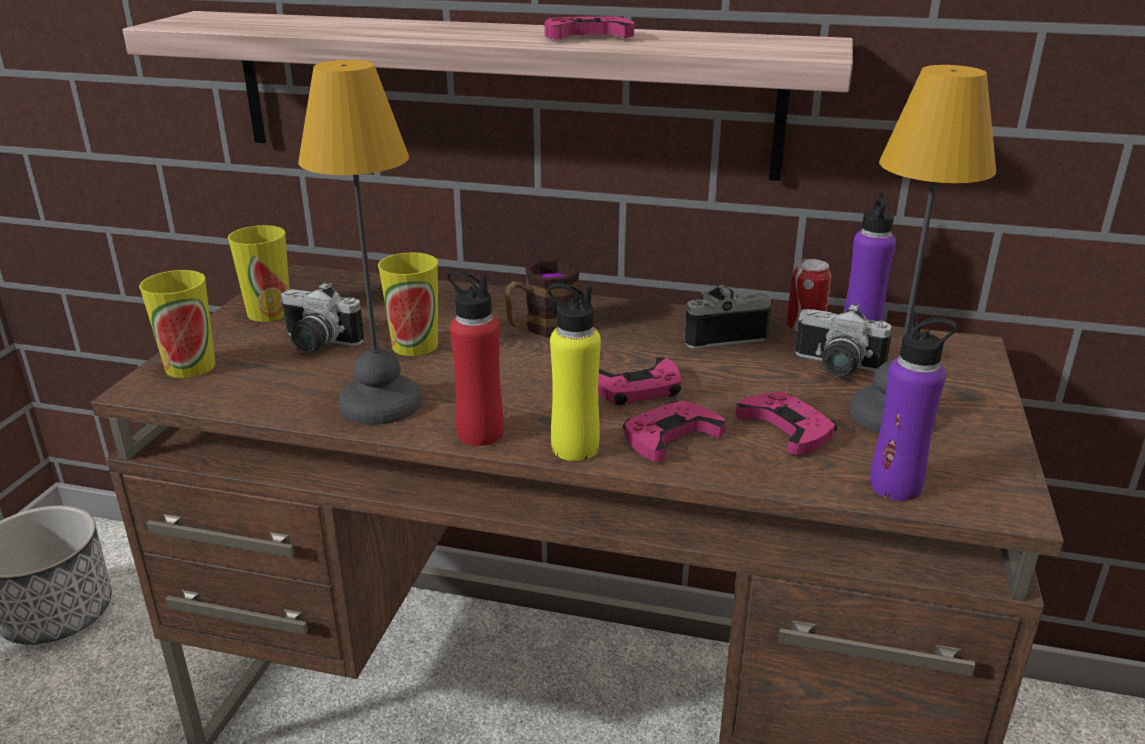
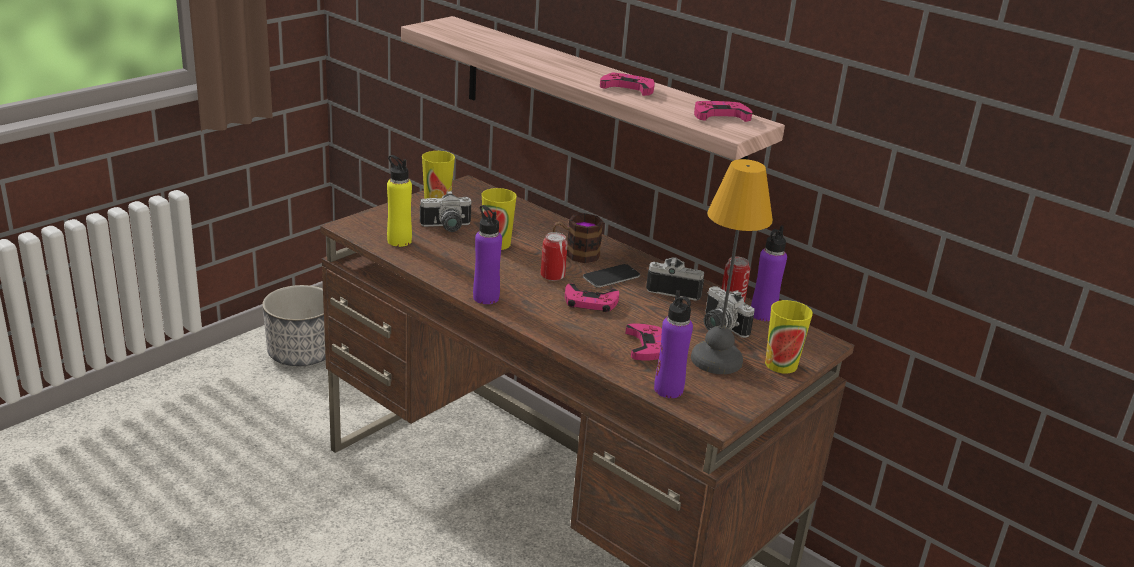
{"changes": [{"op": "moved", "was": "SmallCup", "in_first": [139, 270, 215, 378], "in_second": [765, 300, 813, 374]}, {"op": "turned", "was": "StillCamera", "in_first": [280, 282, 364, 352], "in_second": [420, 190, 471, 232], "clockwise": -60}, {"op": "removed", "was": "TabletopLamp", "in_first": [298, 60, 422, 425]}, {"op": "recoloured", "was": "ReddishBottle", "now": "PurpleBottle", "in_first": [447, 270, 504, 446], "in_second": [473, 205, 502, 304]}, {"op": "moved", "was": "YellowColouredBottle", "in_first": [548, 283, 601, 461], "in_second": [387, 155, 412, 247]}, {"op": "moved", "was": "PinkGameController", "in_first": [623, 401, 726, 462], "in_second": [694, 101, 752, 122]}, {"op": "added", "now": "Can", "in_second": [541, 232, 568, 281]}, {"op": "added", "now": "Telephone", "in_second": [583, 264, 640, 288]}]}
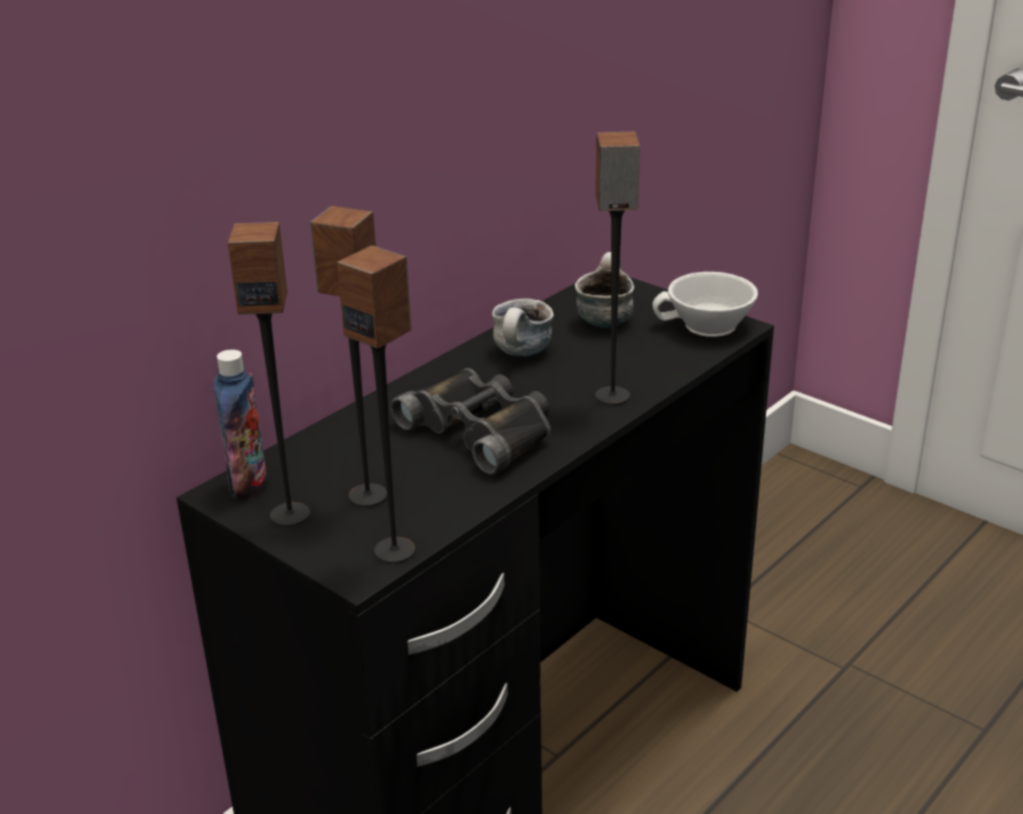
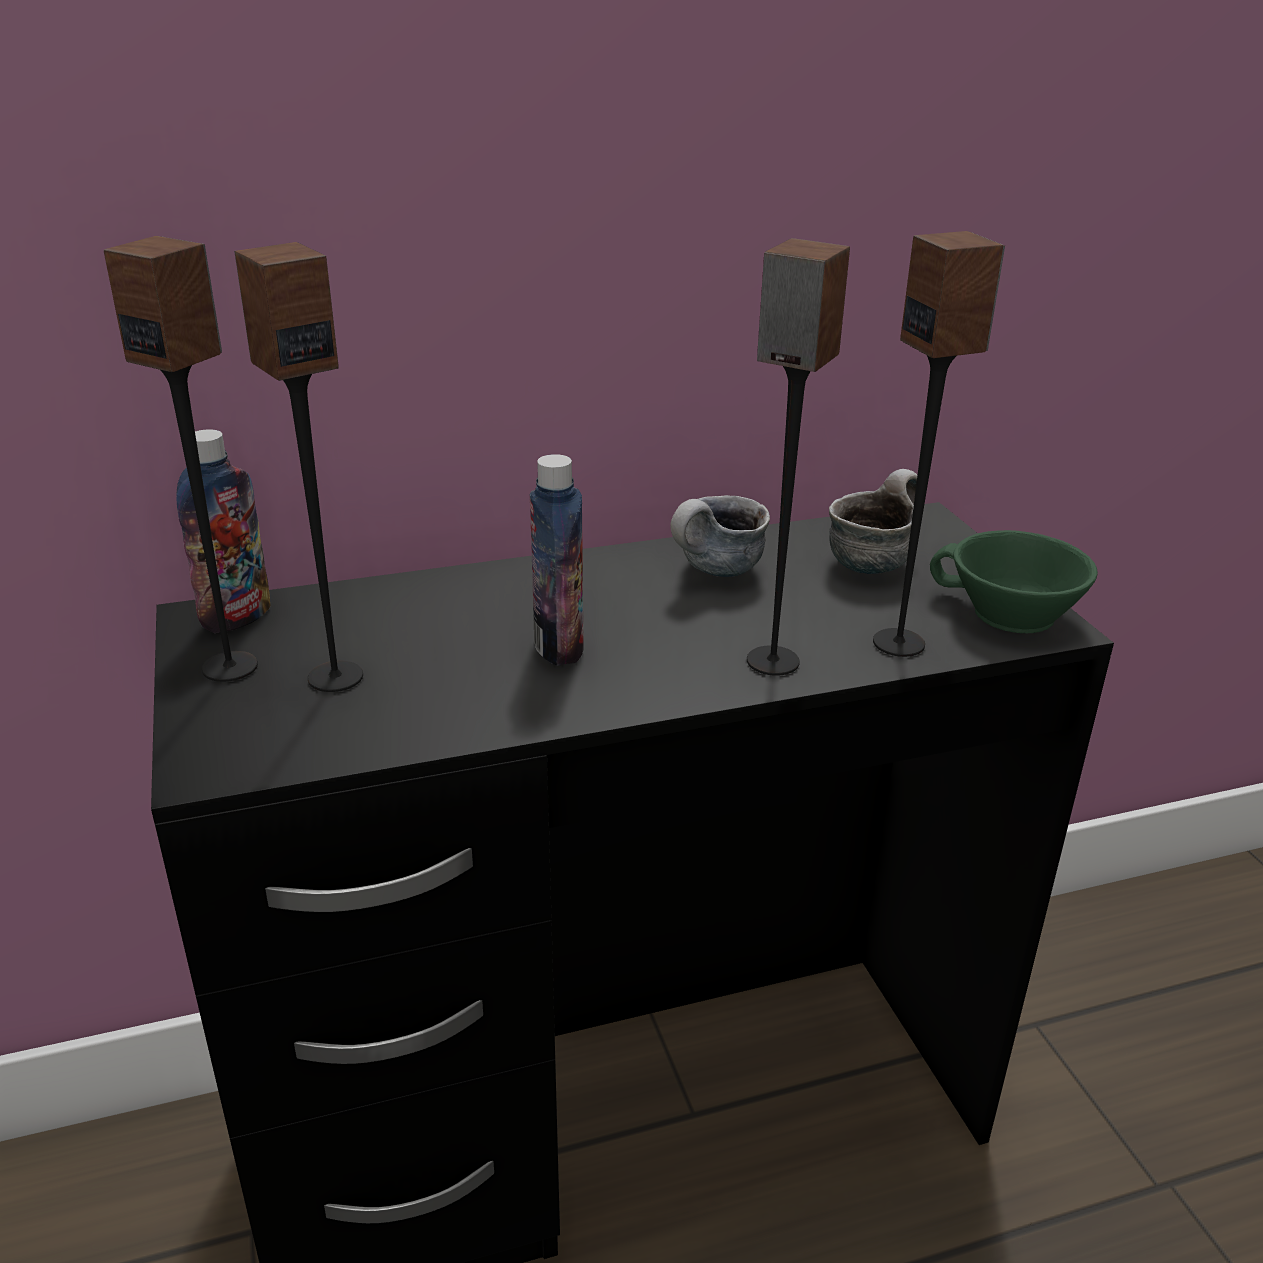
{"changes": [{"op": "moved", "was": "AudioSpeaker", "in_first": [337, 245, 416, 563], "in_second": [873, 231, 1005, 657]}, {"op": "replaced", "was": "BlackPairOfBinoculars", "now": "Bottle", "in_first": [391, 368, 551, 475], "in_second": [530, 454, 584, 666]}, {"op": "recoloured", "was": "WhiteSmallCup", "now": "GreenColouredSmallCup", "in_first": [652, 272, 758, 337], "in_second": [930, 530, 1098, 633]}]}
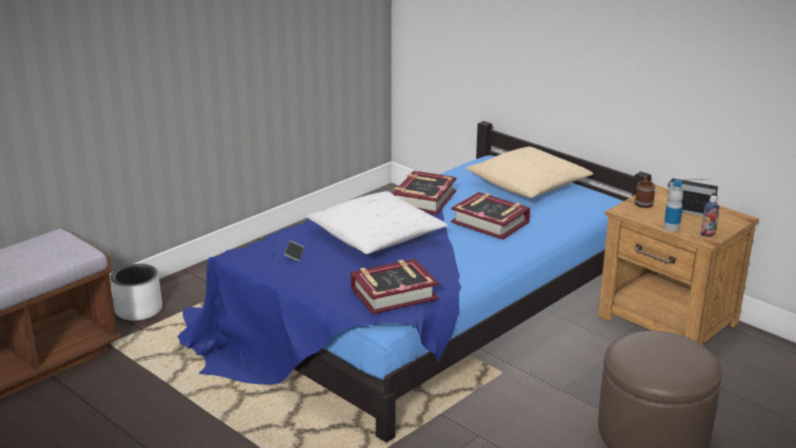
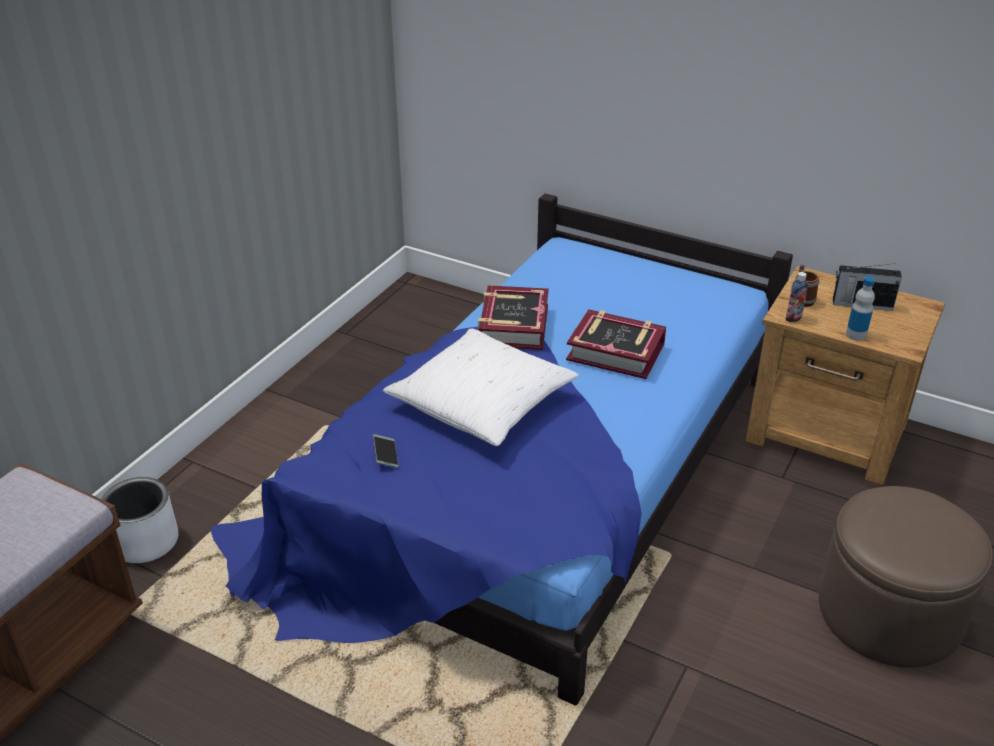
{"changes": [{"op": "removed", "was": "Book", "in_first": [351, 259, 439, 314]}, {"op": "removed", "was": "SandColouredCushion", "in_first": [466, 147, 593, 198]}, {"op": "moved", "was": "Bottle", "in_first": [701, 196, 720, 237], "in_second": [786, 272, 809, 322]}]}
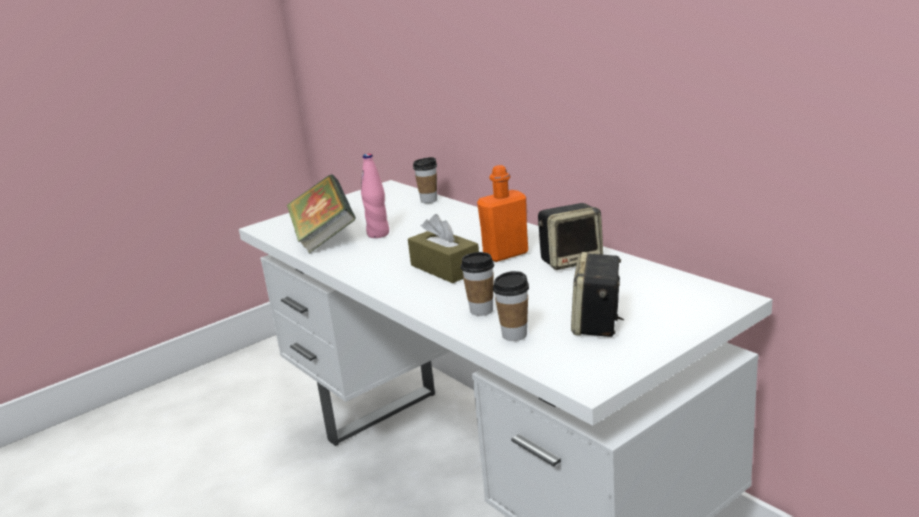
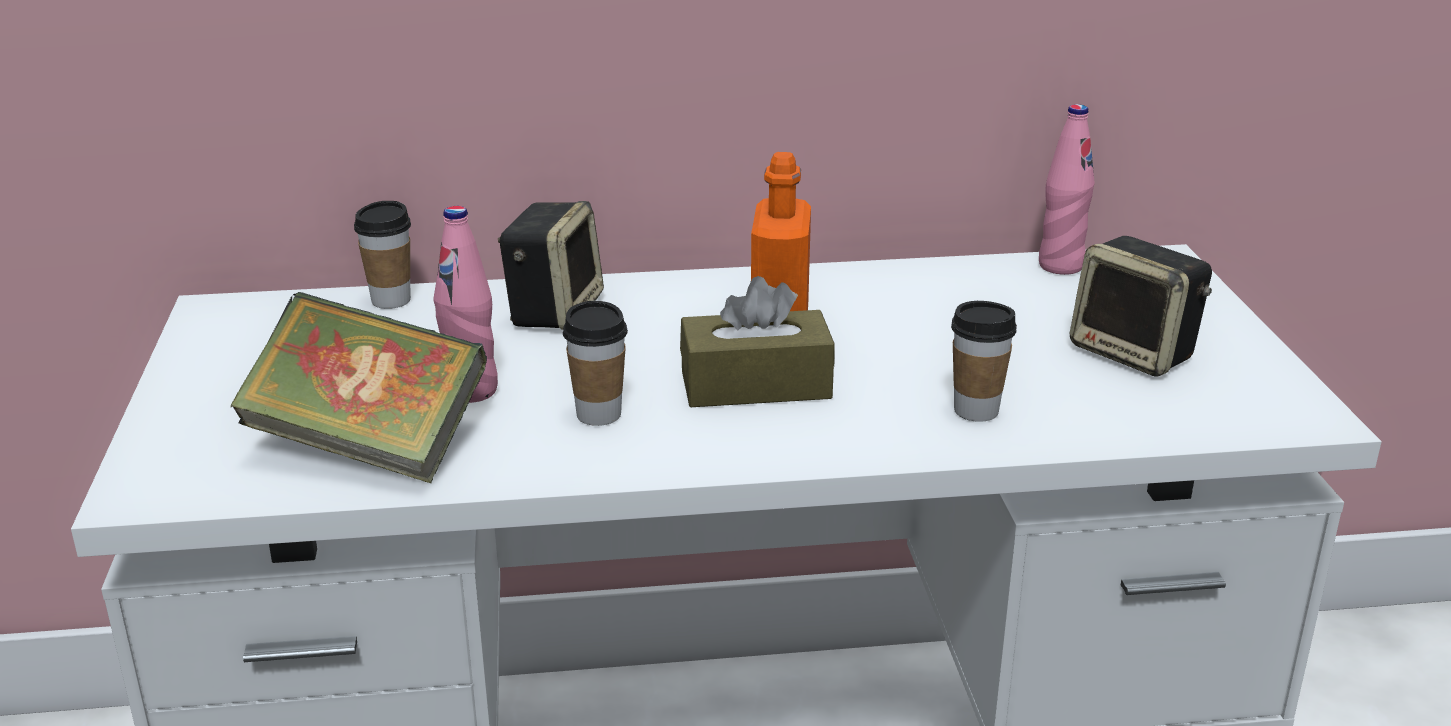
{"changes": [{"op": "moved", "was": "SmallCup", "in_first": [493, 271, 529, 341], "in_second": [563, 301, 628, 426]}, {"op": "moved", "was": "AudioSpeaker", "in_first": [538, 203, 603, 270], "in_second": [498, 201, 604, 330]}, {"op": "added", "now": "PinkBottle", "in_second": [1039, 104, 1095, 275]}]}
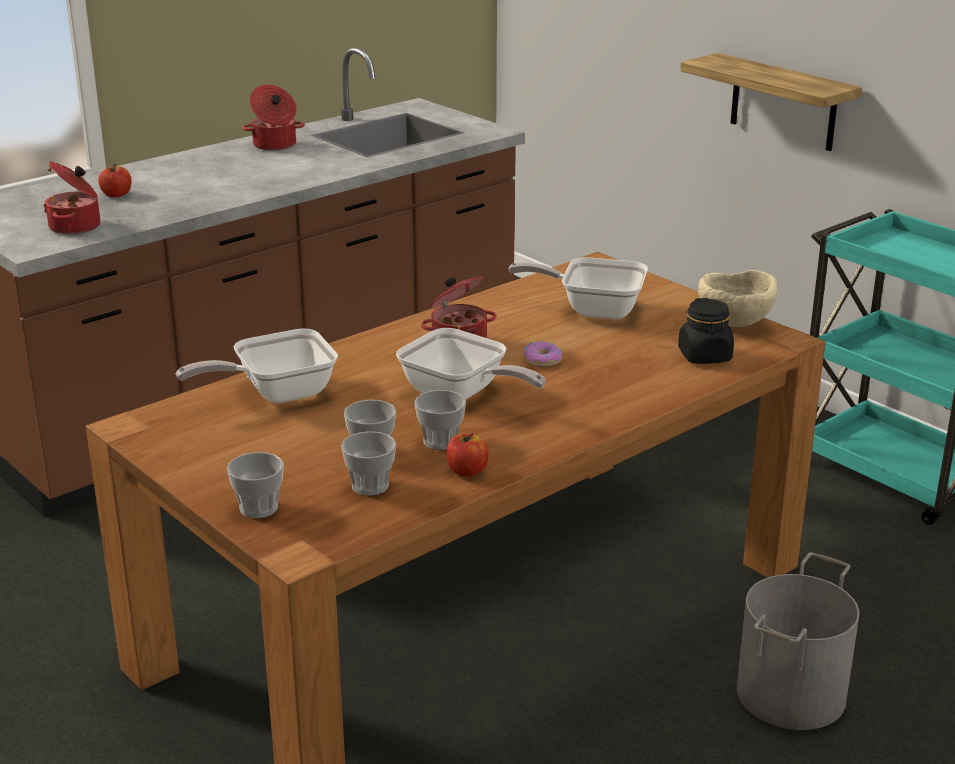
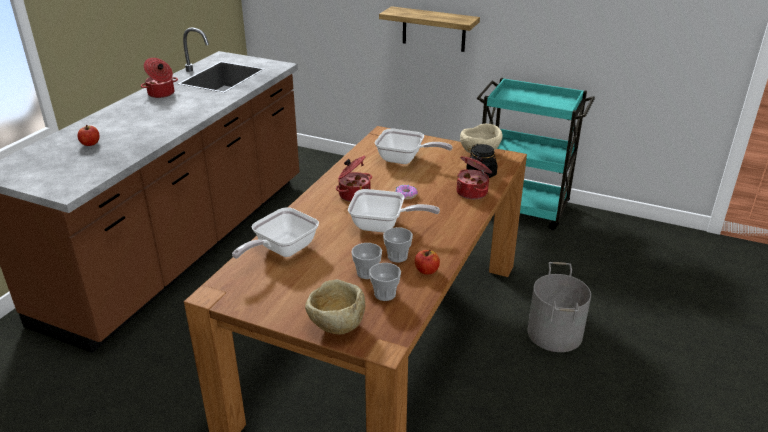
{"changes": [{"op": "moved", "was": "Saucepot", "in_first": [43, 161, 100, 235], "in_second": [457, 156, 492, 199]}, {"op": "replaced", "was": "SmallCup", "now": "SandColouredServingBowl", "in_first": [227, 452, 284, 518], "in_second": [305, 279, 365, 334]}, {"op": "turned", "was": "Pan", "in_first": [509, 257, 648, 319], "in_second": [375, 128, 453, 164], "clockwise": -150}]}
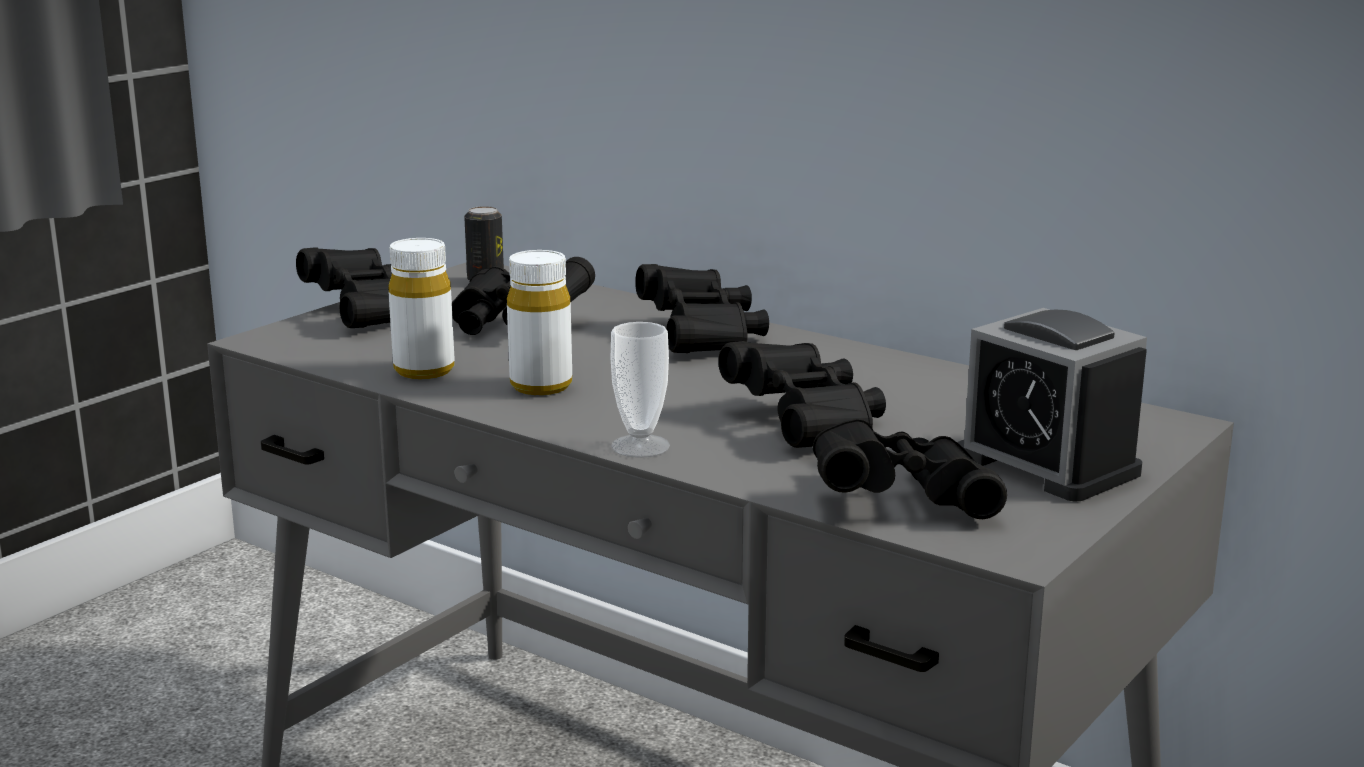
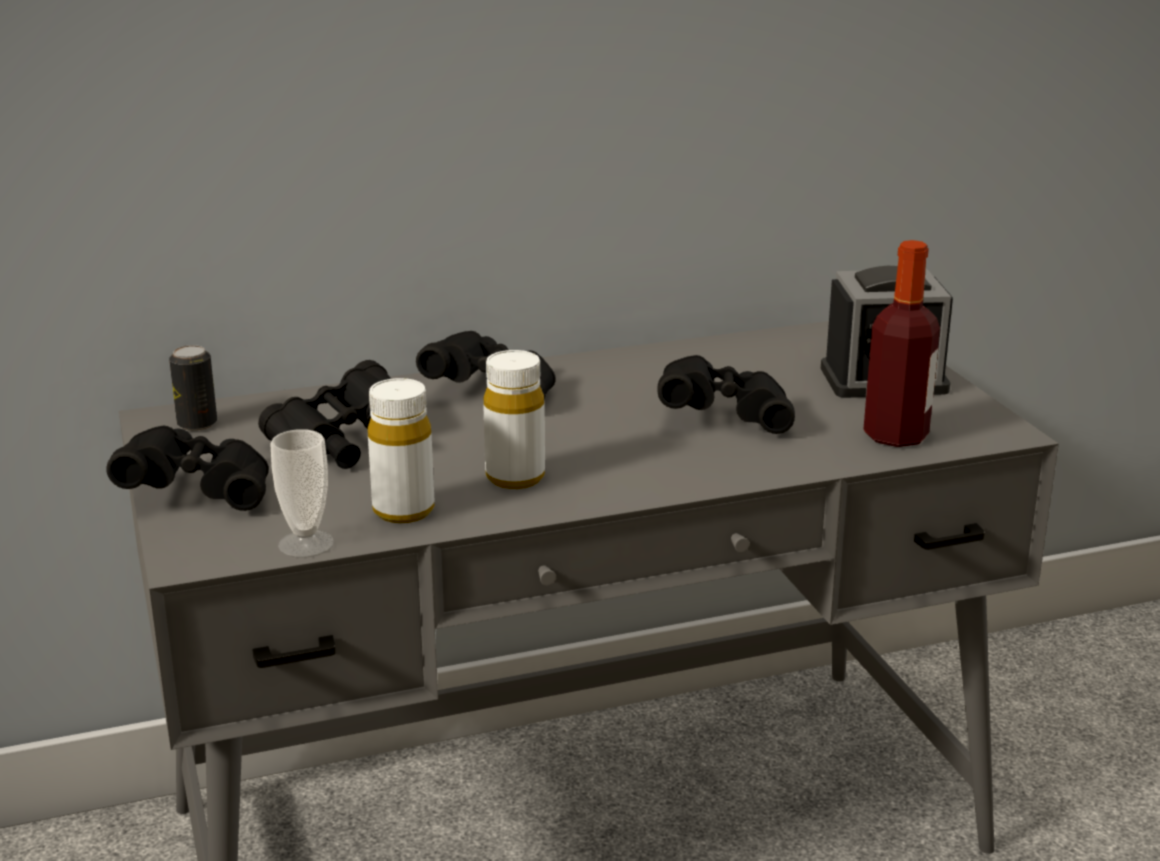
{"changes": [{"op": "moved", "was": "SmallCup", "in_first": [611, 322, 670, 458], "in_second": [270, 429, 334, 557]}, {"op": "replaced", "was": "BlackPairOfBinoculars", "now": "Bottle", "in_first": [813, 419, 1007, 519], "in_second": [864, 240, 940, 447]}]}
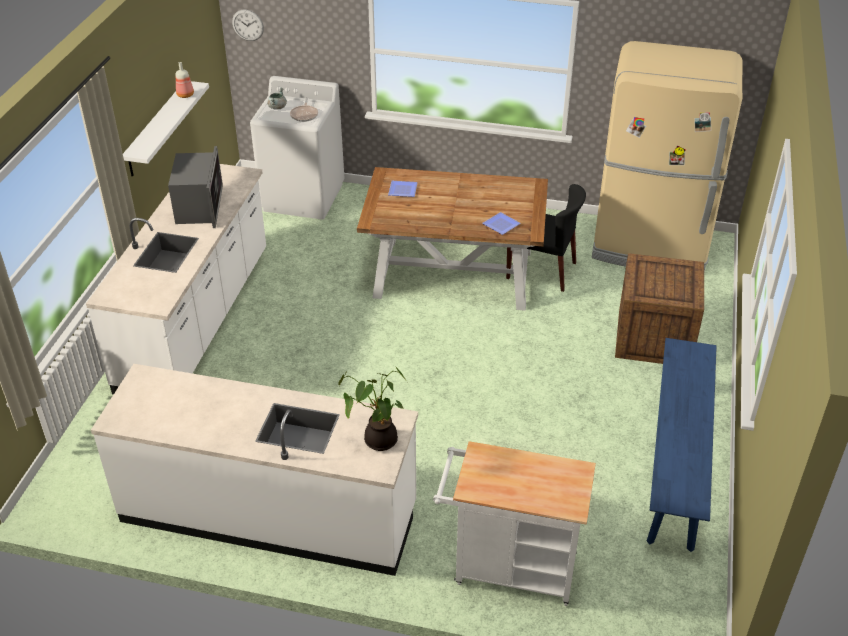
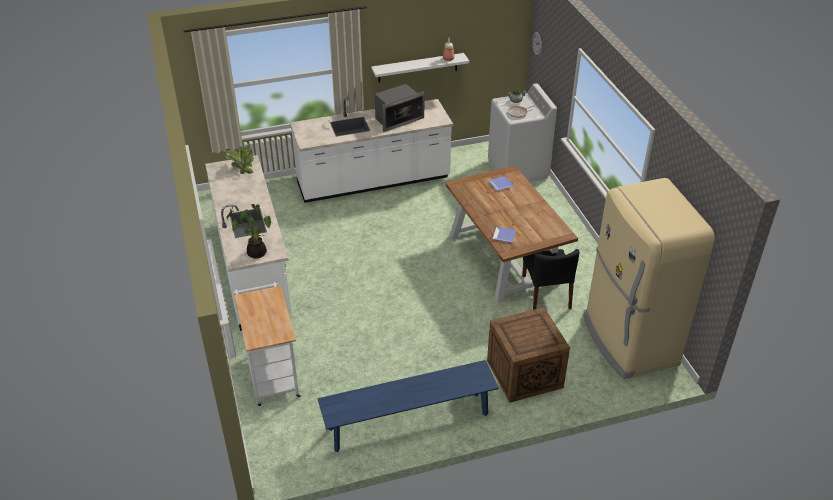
{"changes": [{"op": "added", "now": "PottedPlant", "in_second": [225, 144, 254, 174]}]}
